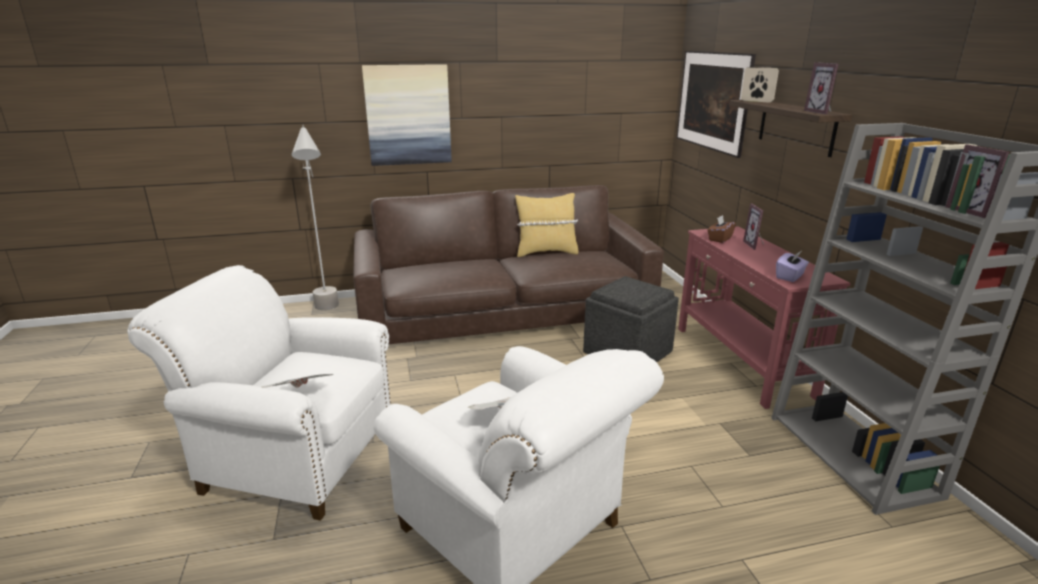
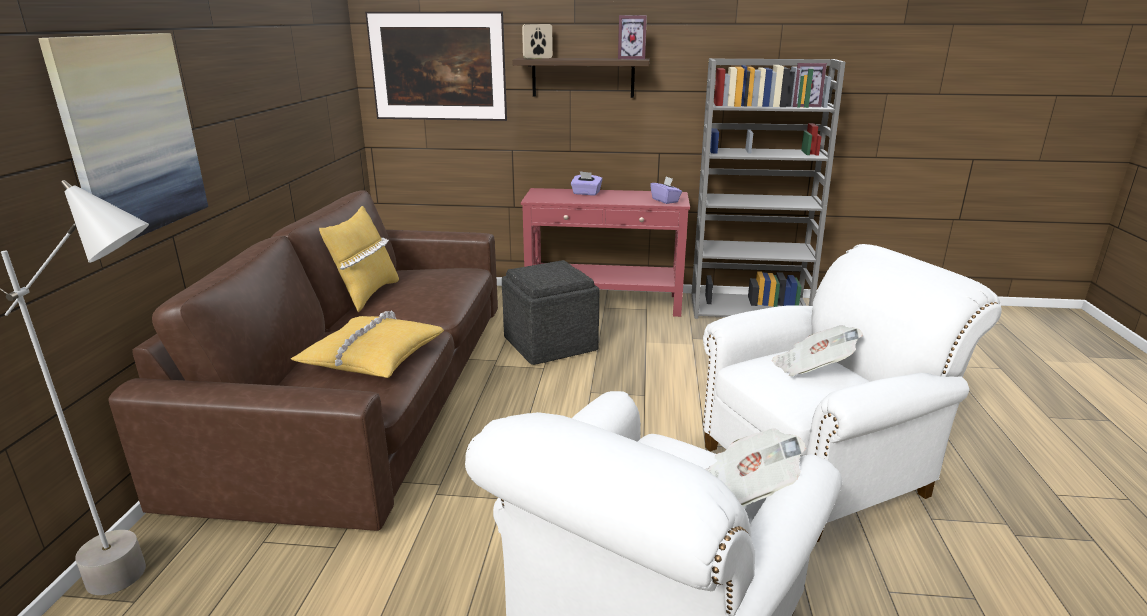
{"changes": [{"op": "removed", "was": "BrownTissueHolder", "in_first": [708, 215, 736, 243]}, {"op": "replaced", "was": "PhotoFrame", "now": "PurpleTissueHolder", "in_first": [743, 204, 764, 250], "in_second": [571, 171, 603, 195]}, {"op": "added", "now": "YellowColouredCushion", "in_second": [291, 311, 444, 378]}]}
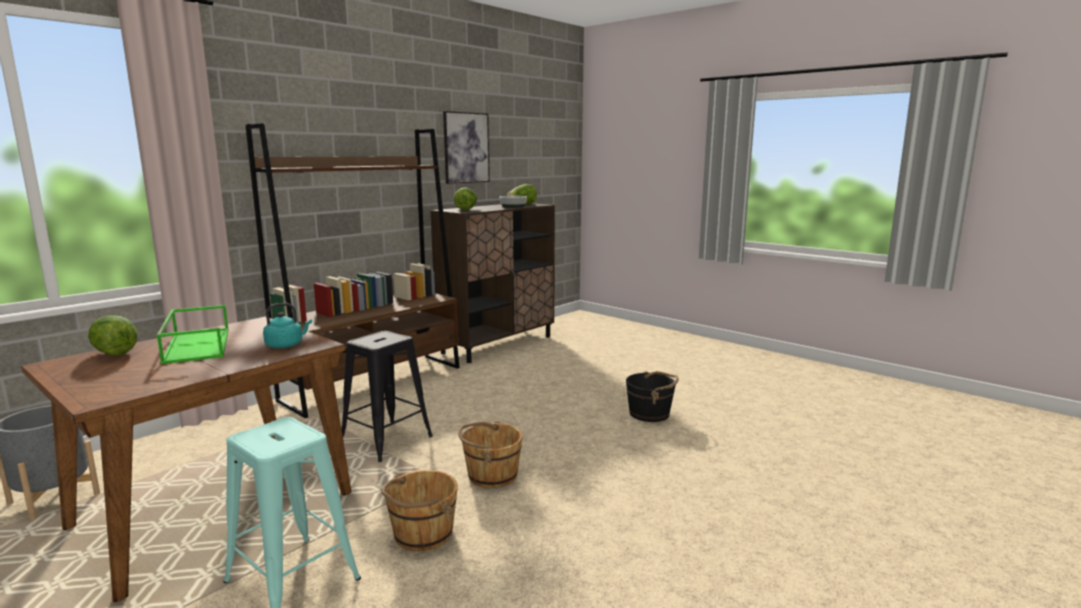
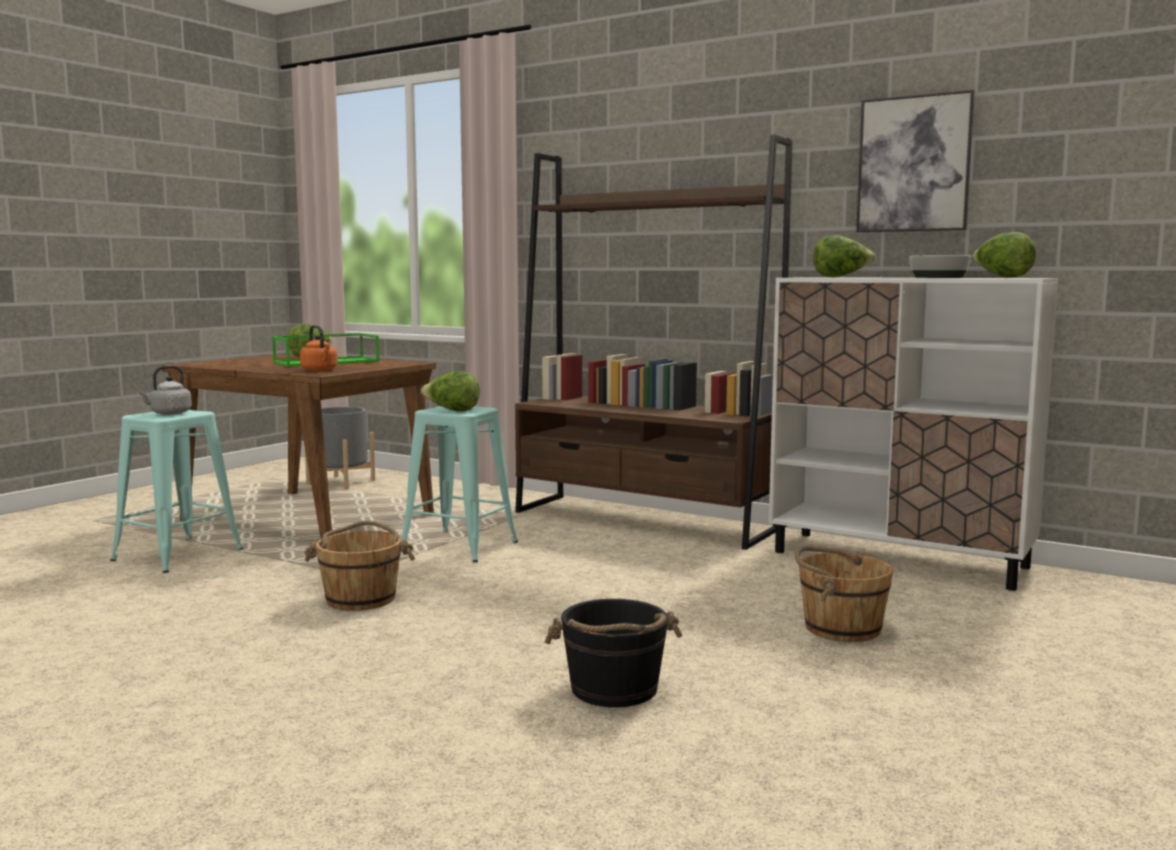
{"changes": [{"op": "recoloured", "was": "TurquoiseKettle", "now": "OrangeColouredKettle", "in_first": [263, 303, 312, 348], "in_second": [300, 325, 337, 371]}, {"op": "recoloured", "was": "BlackStoolSeat", "now": "TurquoiseStoolSeat", "in_first": [341, 331, 433, 462], "in_second": [400, 406, 518, 562]}, {"op": "moved", "was": "BrownBucket", "in_first": [381, 470, 458, 551], "in_second": [795, 546, 893, 642]}, {"op": "recoloured", "was": "BrownCupboard", "now": "WhiteCupboard", "in_first": [430, 203, 555, 363], "in_second": [769, 277, 1058, 591]}, {"op": "added", "now": "GreyishKettle", "in_second": [137, 365, 192, 415]}, {"op": "added", "now": "Lettuce", "in_second": [421, 371, 480, 412]}]}
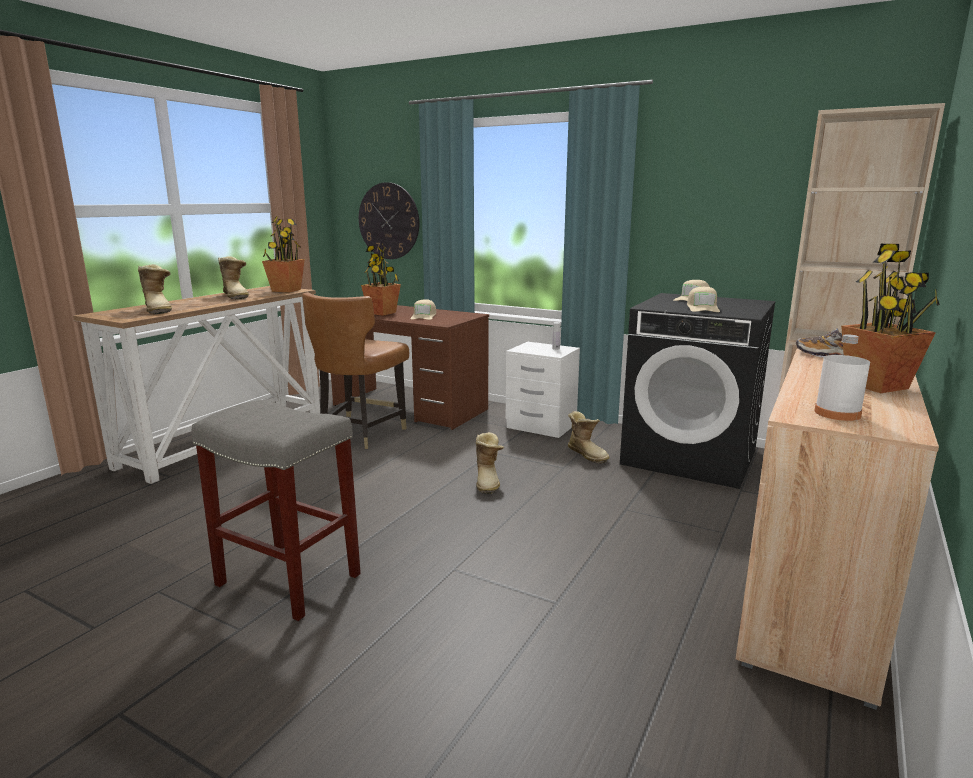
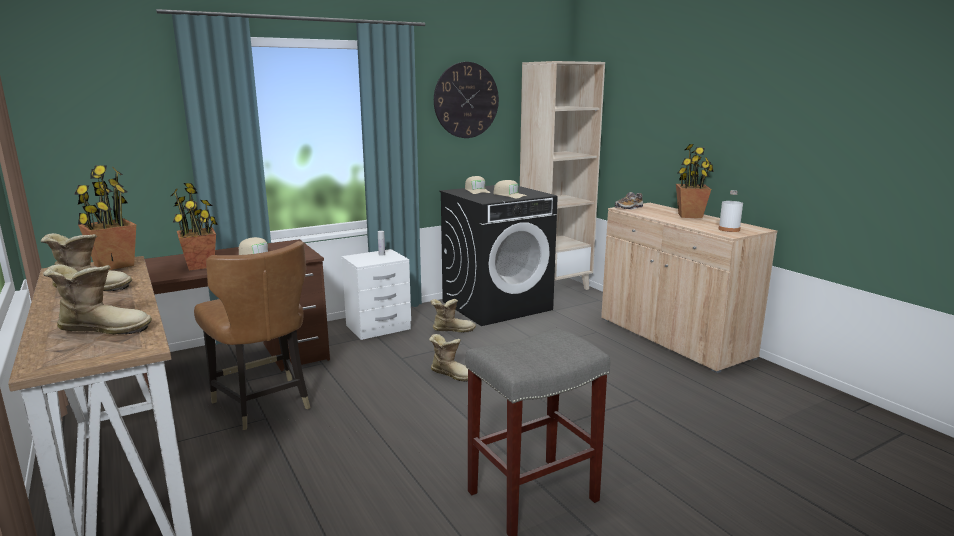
{"changes": [{"op": "moved", "was": "ClockOnTheWall", "in_first": [359, 182, 419, 259], "in_second": [434, 62, 499, 138]}]}
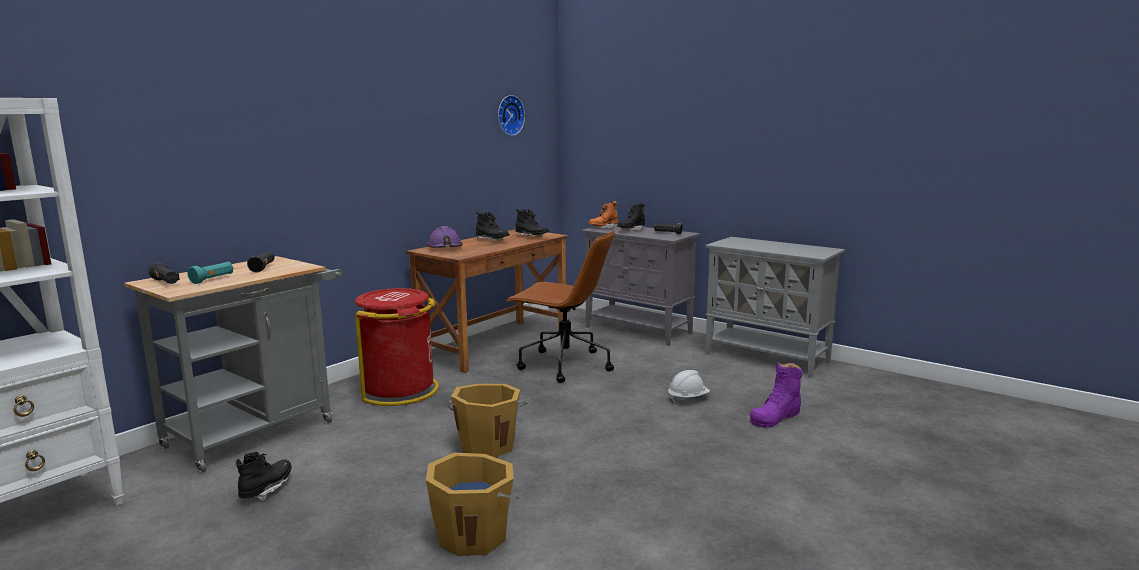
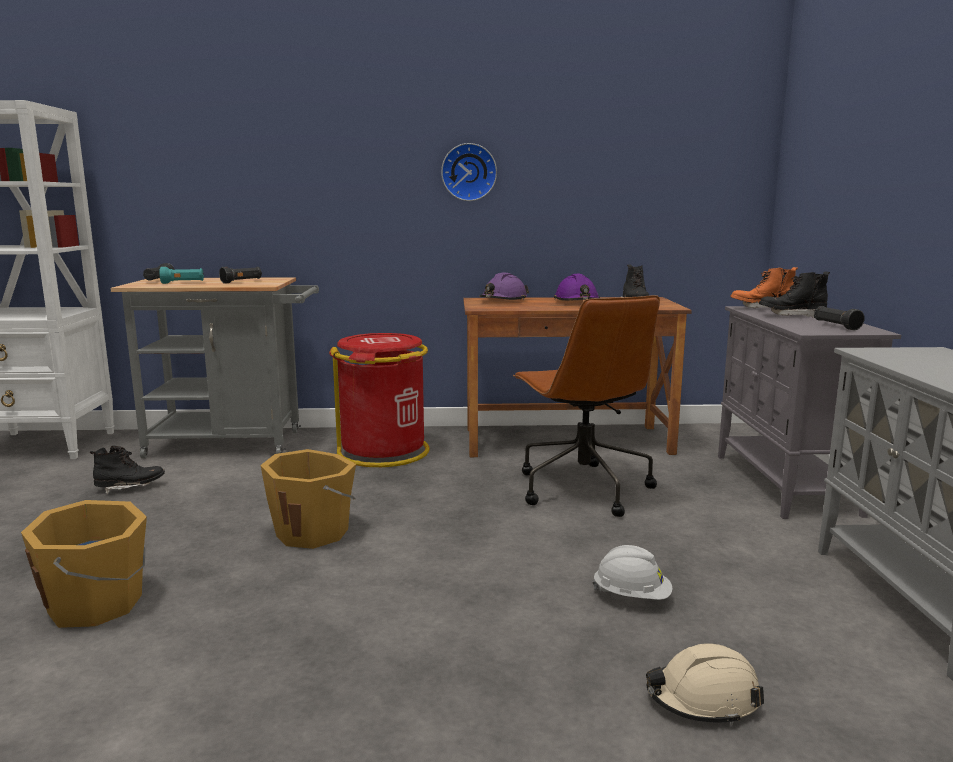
{"changes": [{"op": "replaced", "was": "BlackBoot", "now": "PurpleWorkHelmet", "in_first": [476, 212, 510, 241], "in_second": [554, 274, 600, 301]}, {"op": "moved", "was": "ClockOnTheWall", "in_first": [498, 95, 525, 136], "in_second": [441, 143, 497, 201]}, {"op": "replaced", "was": "PurpleBoot", "now": "SandColouredWorkHelmet", "in_first": [750, 362, 803, 428], "in_second": [646, 643, 764, 725]}]}
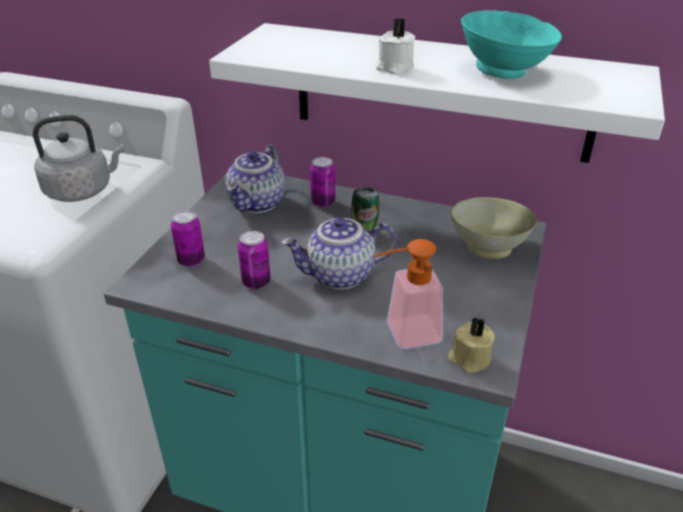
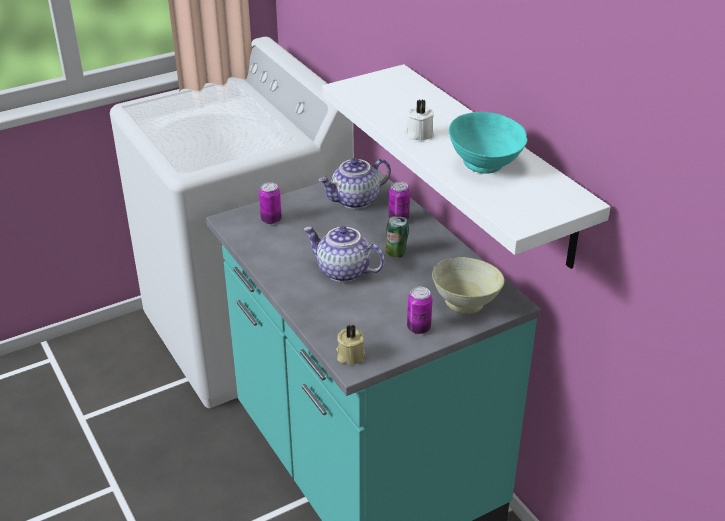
{"changes": [{"op": "removed", "was": "GreyishKettle", "in_first": [33, 115, 125, 202]}, {"op": "moved", "was": "Can", "in_first": [238, 231, 271, 289], "in_second": [407, 287, 433, 334]}, {"op": "removed", "was": "SoapDispenser", "in_first": [374, 239, 443, 349]}]}
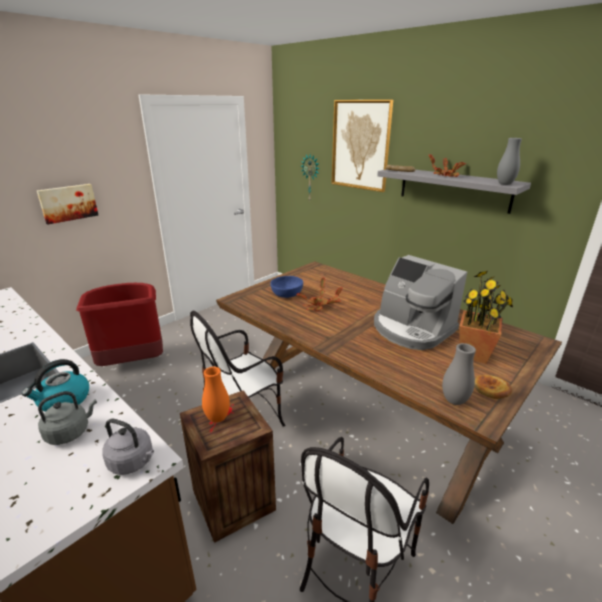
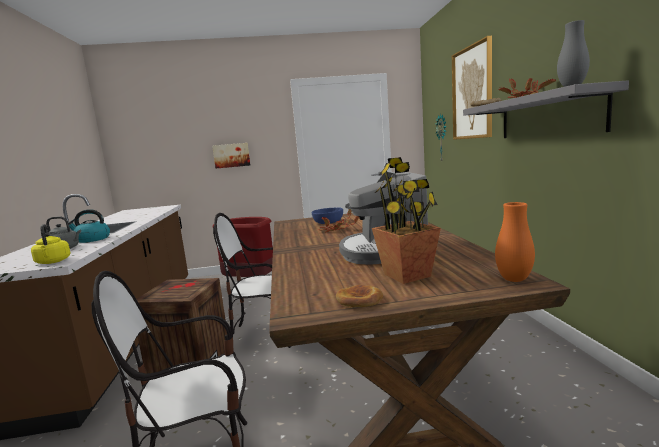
{"changes": [{"op": "recoloured", "was": "GreyishKettle", "now": "YellowColouredKettle", "in_first": [102, 419, 154, 475], "in_second": [31, 224, 71, 264]}, {"op": "moved", "was": "OrangeColouredFlowerVase", "in_first": [202, 367, 230, 423], "in_second": [495, 202, 535, 282]}, {"op": "removed", "was": "GreyishFlowerVase", "in_first": [442, 343, 476, 405]}]}
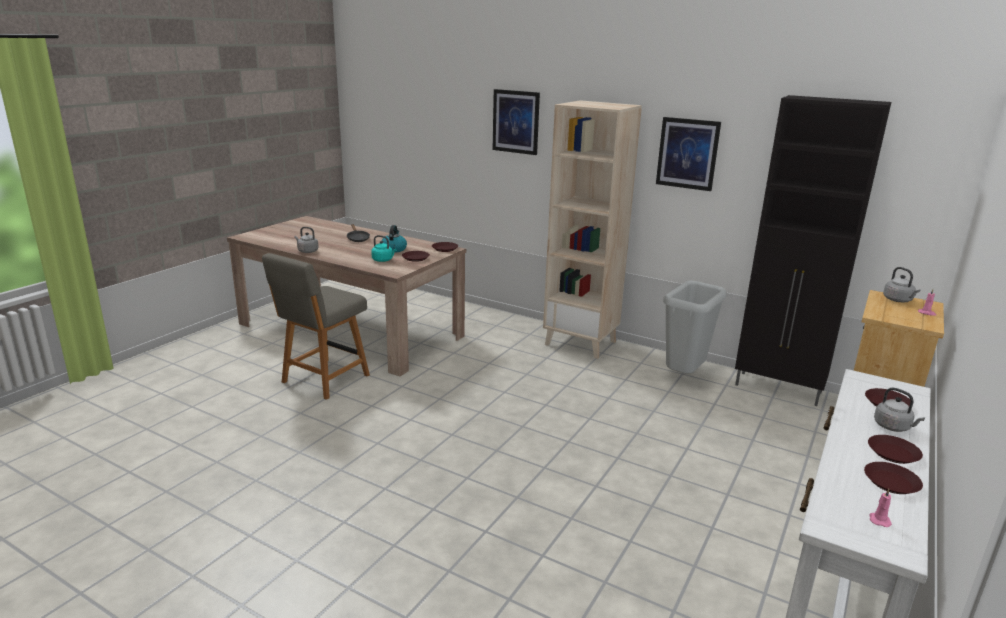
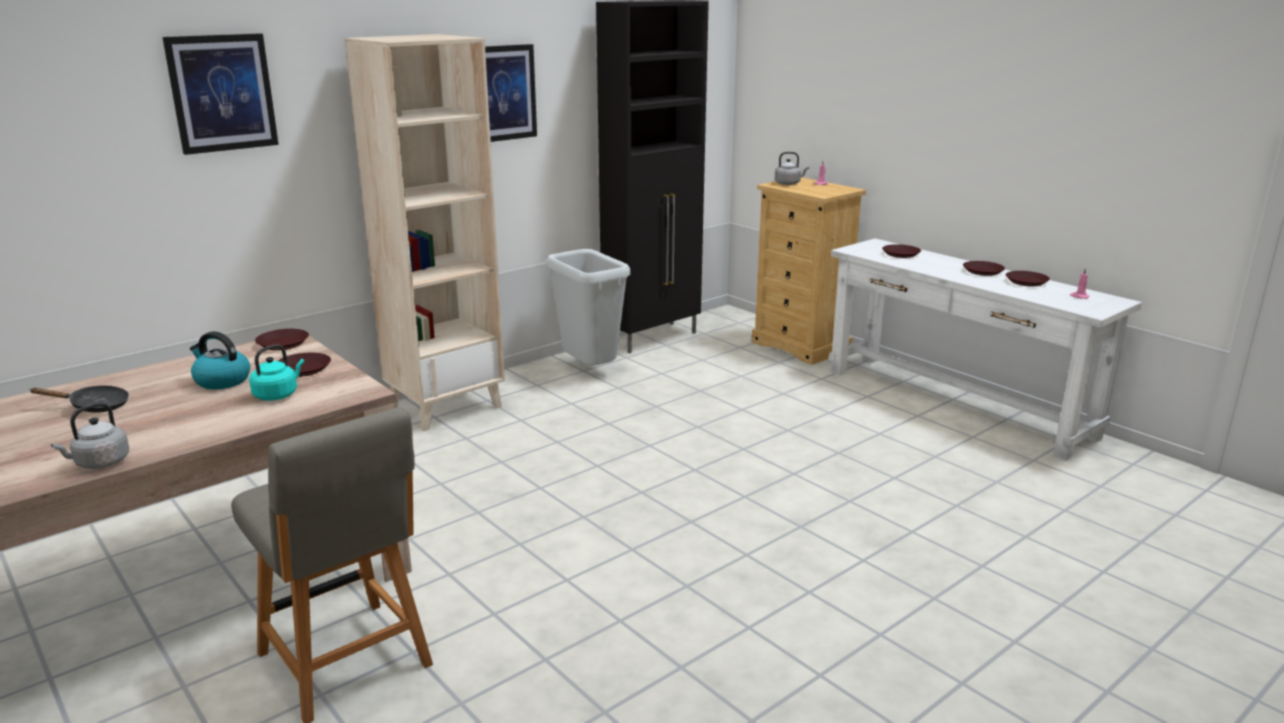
{"changes": [{"op": "removed", "was": "GreyishKettle", "in_first": [874, 388, 925, 432]}]}
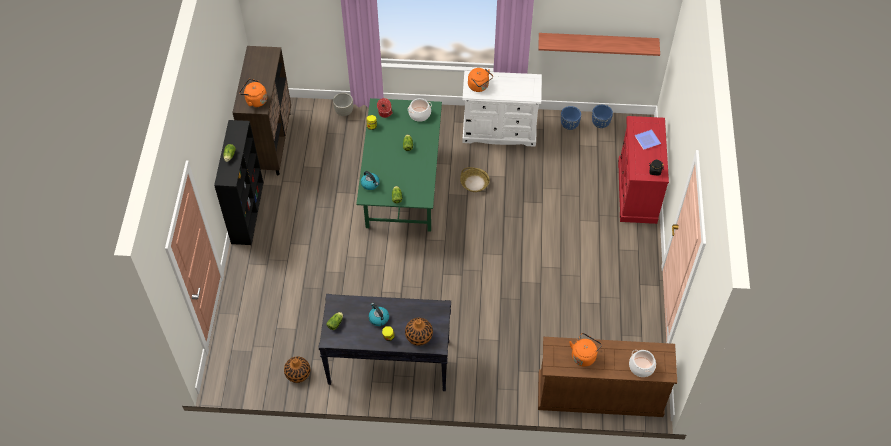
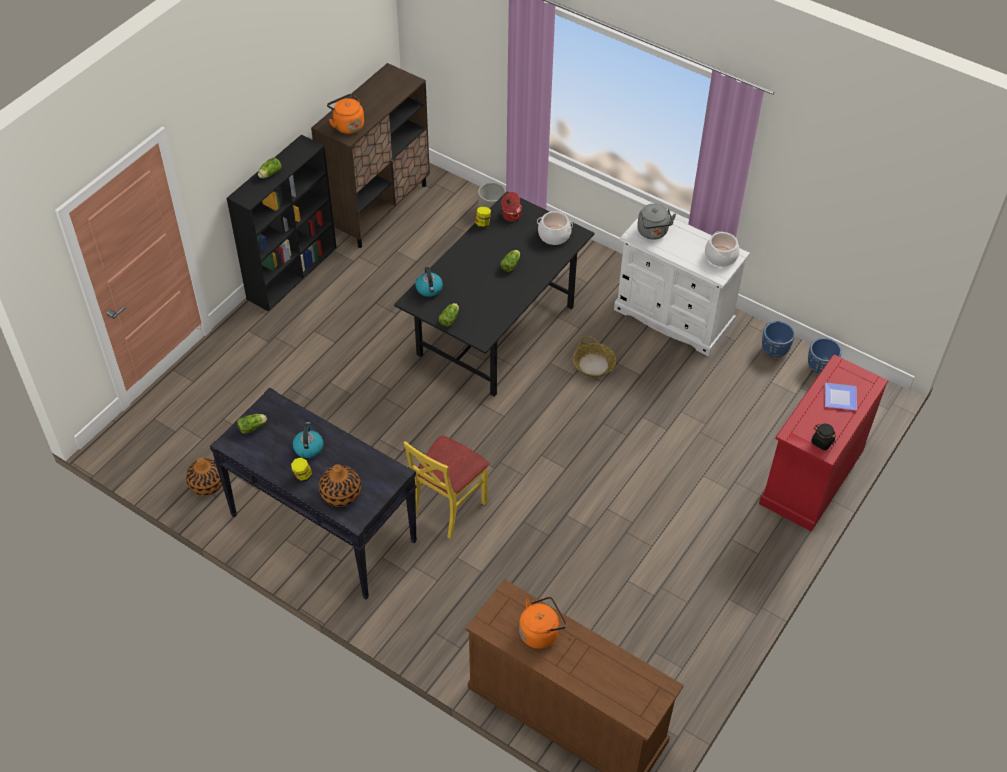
{"changes": [{"op": "recoloured", "was": "GreenColouredDinnerTable", "now": "BlackDinnerTable", "in_first": [356, 98, 442, 232], "in_second": [394, 191, 594, 397]}, {"op": "recoloured", "was": "OrangeColouredKettle", "now": "GreyishKettle", "in_first": [468, 68, 493, 92], "in_second": [637, 203, 676, 240]}, {"op": "removed", "was": "BracketShelf", "in_first": [538, 33, 660, 56]}, {"op": "moved", "was": "Saucepot", "in_first": [629, 350, 656, 377], "in_second": [705, 231, 740, 267]}, {"op": "added", "now": "YellowColouredChair", "in_second": [404, 436, 490, 539]}]}
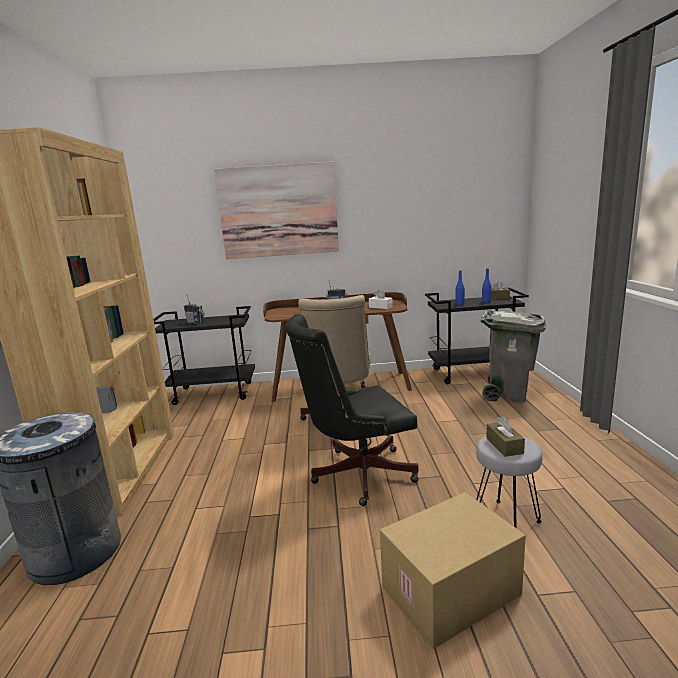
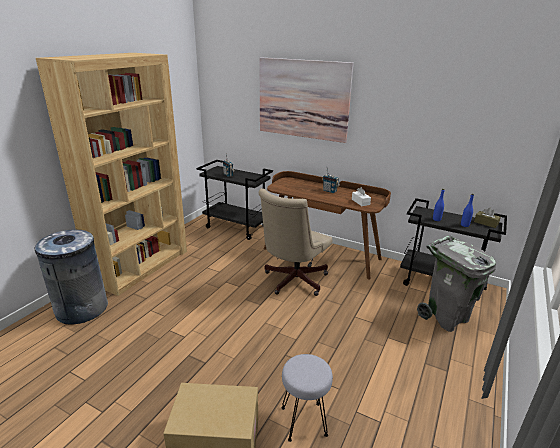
{"changes": [{"op": "removed", "was": "BlackOfficeChair", "in_first": [285, 314, 419, 506]}, {"op": "removed", "was": "BrownTissueHolder", "in_first": [486, 416, 525, 457]}]}
